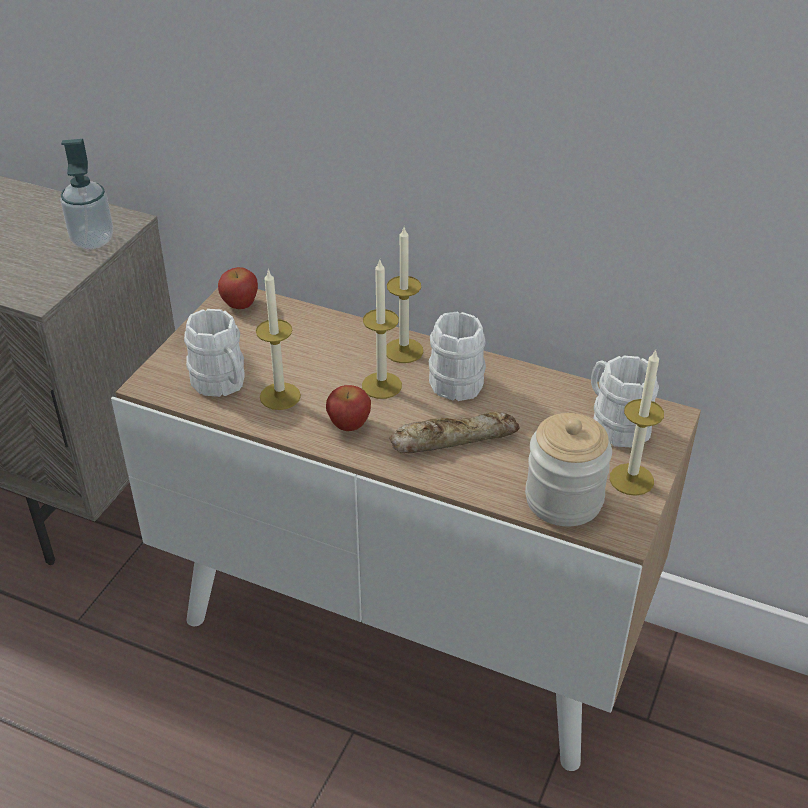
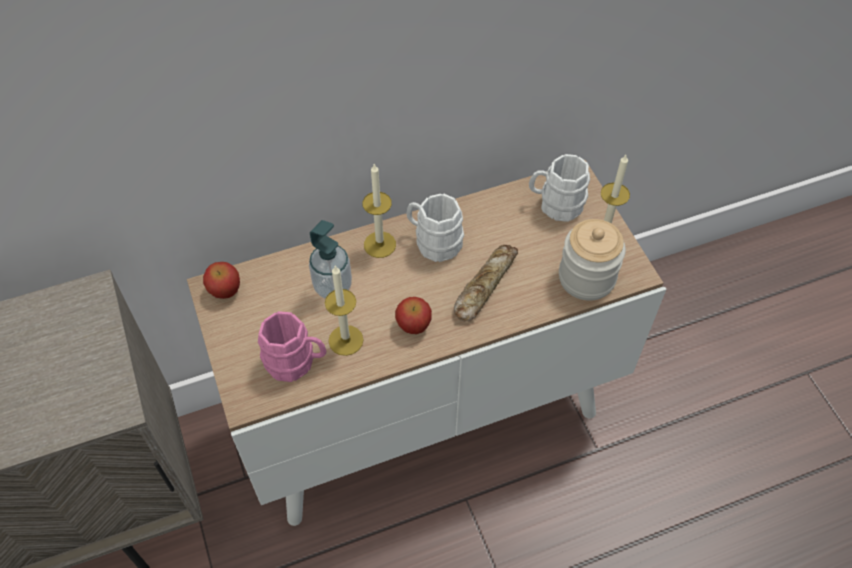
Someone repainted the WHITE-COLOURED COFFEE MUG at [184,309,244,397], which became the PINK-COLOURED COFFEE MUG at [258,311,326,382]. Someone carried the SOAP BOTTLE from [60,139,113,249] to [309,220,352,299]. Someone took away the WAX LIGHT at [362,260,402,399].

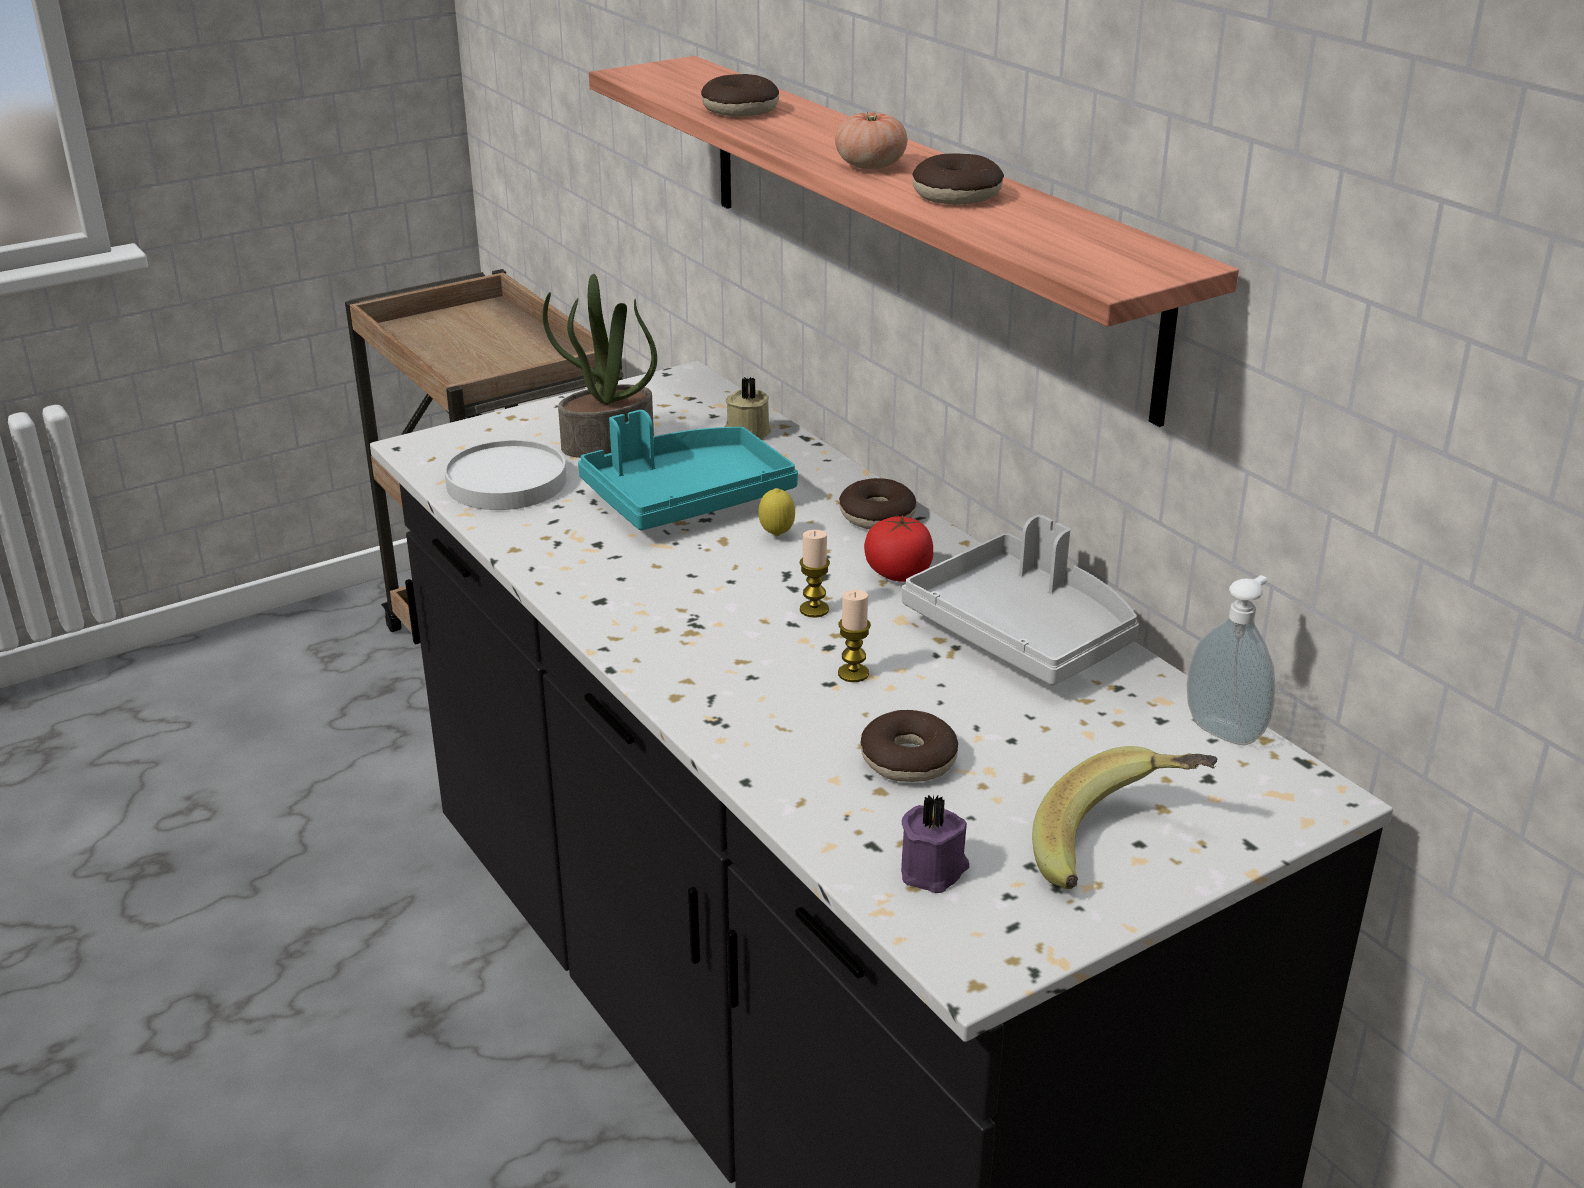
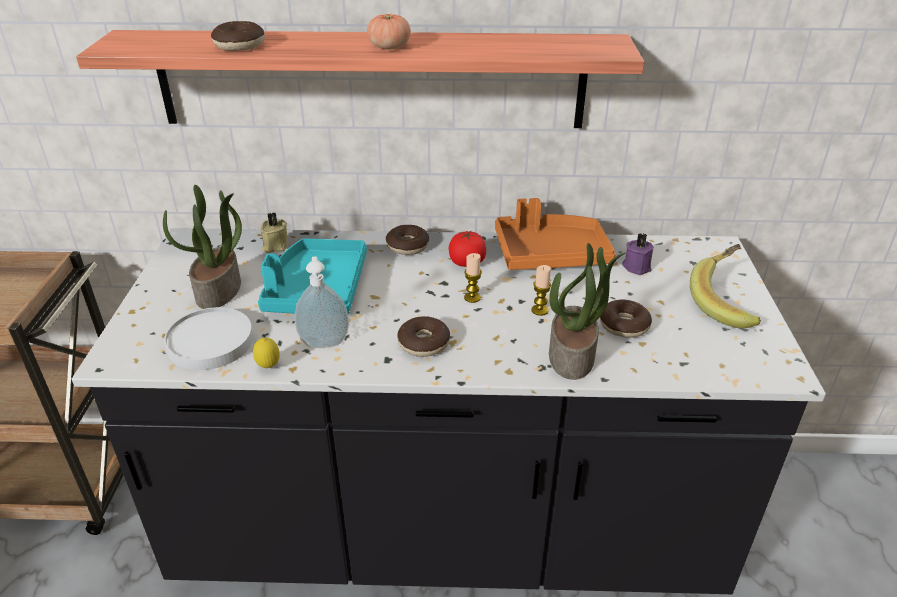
Someone carried the CITRUS FRUIT from [759,488,795,536] to [253,338,280,368]. Someone carried the SOAP BOTTLE from [1187,575,1275,745] to [295,256,349,348]. Someone carried the RING DOUGHNUT from [912,153,1004,204] to [397,316,450,357]. Someone repainted the GREYISH CARRYING TRAY at [902,515,1139,685], which became the ORANGE-COLOURED CARRYING TRAY at [495,198,616,270]. Someone put down the POTTED PLANT at [549,243,626,380]. Someone carried the PURPLE-COLOURED WAX LIGHT from [901,795,969,893] to [622,233,653,275].

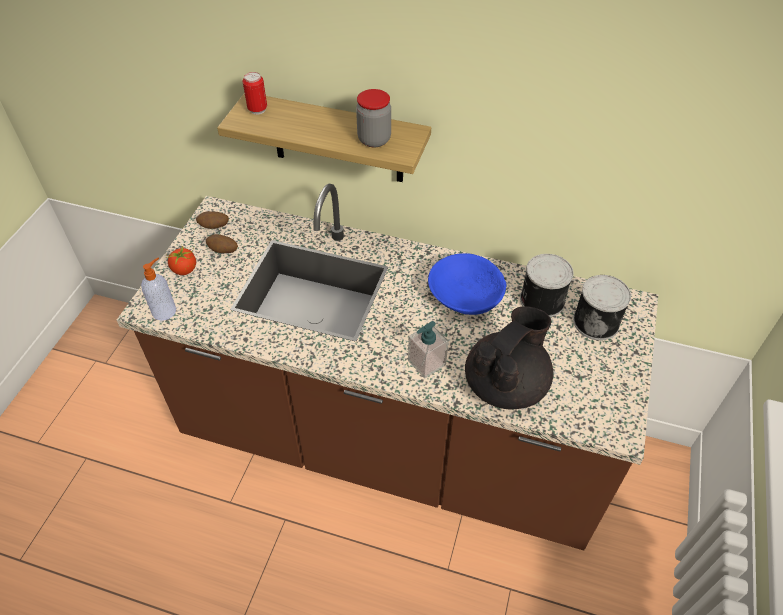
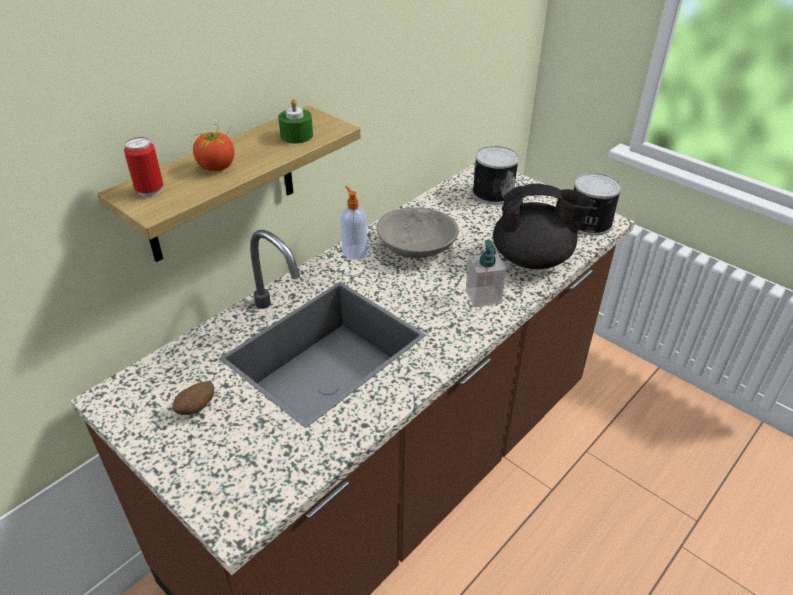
Someone carried the TOMATO from [165,247,196,275] to [193,124,235,171]. Someone swapped the STORAGE JAR at [356,89,391,147] for the GREENISH WAX LIGHT at [278,99,313,143]. Someone carried the SOAP BOTTLE from [141,258,176,320] to [341,186,367,260]. Someone repainted the BLUE-COLOURED SERVING BOWL at [428,253,507,315], which became the GREYISH SERVING BOWL at [376,207,459,258]. Someone rotated the BLACKISH TEAPOT at [465,306,553,409] by 120 degrees clockwise. Someone carried the METAL CAN from [520,254,574,317] to [574,173,622,236]. Someone took away the SPUD at [196,211,229,229].

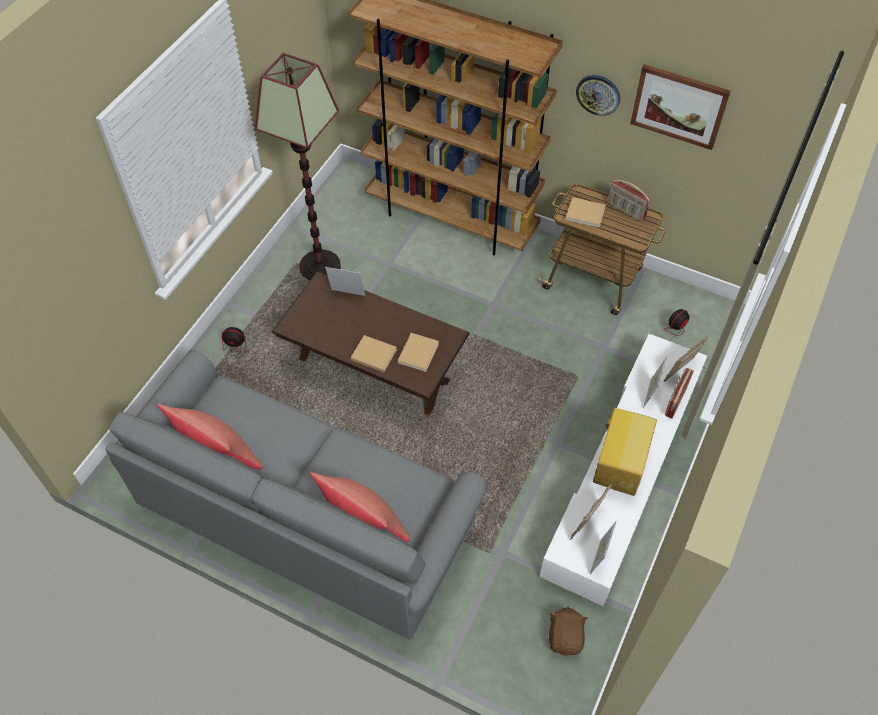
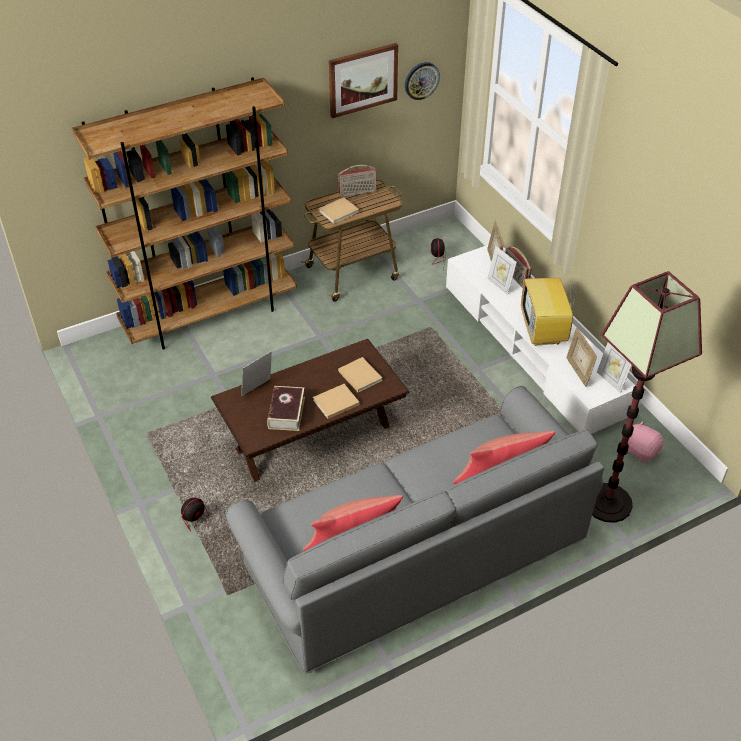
Someone put down the BOOK at [267,386,305,431]. Someone carried the WALL CLOCK from [576,75,620,116] to [405,62,440,100]. Someone rotated the TV at [593,399,657,496] by 150 degrees counterclockwise. Someone carried the STANDARD LAMP from [255,53,341,280] to [592,271,702,523]. Someone repainted the BROWN SOFT TOY at [549,607,588,656], which became the PINK-COLOURED SOFT TOY at [622,421,664,462].

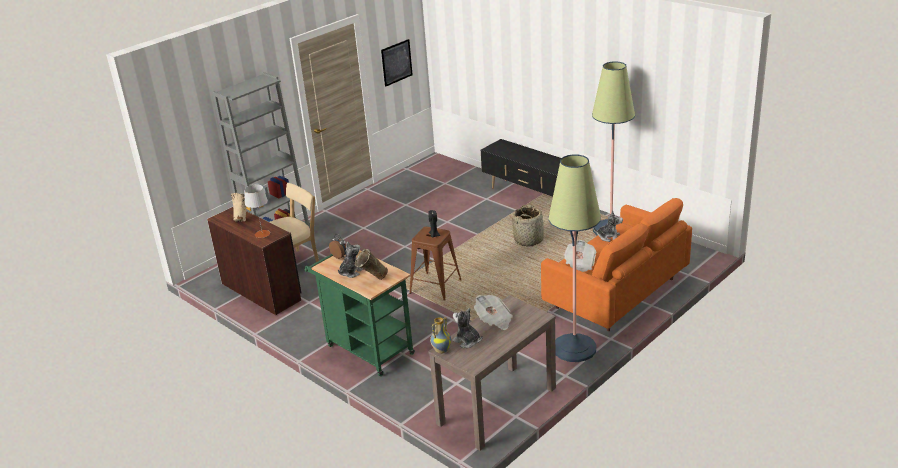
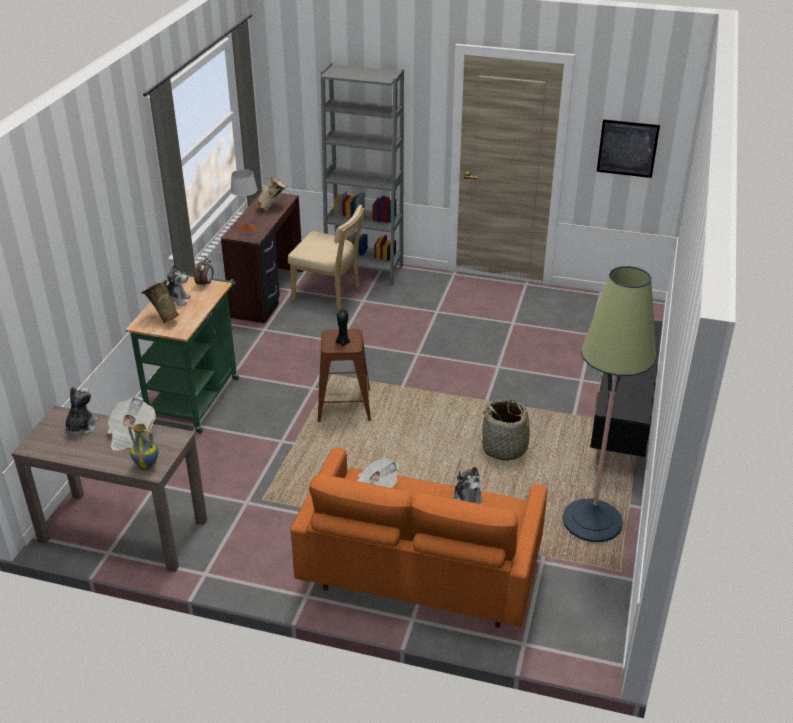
Someone carried the DECORATIVE VASE from [430,317,451,354] to [128,423,159,470]. Someone took away the STANDARD LAMP at [548,154,601,362].

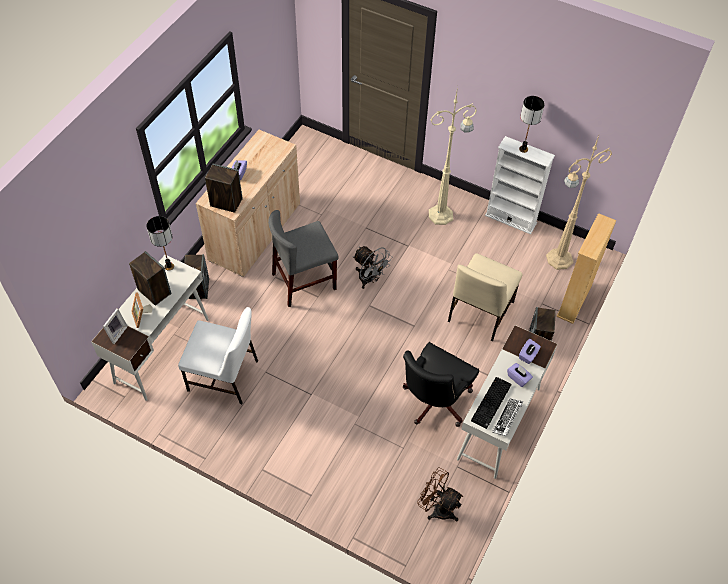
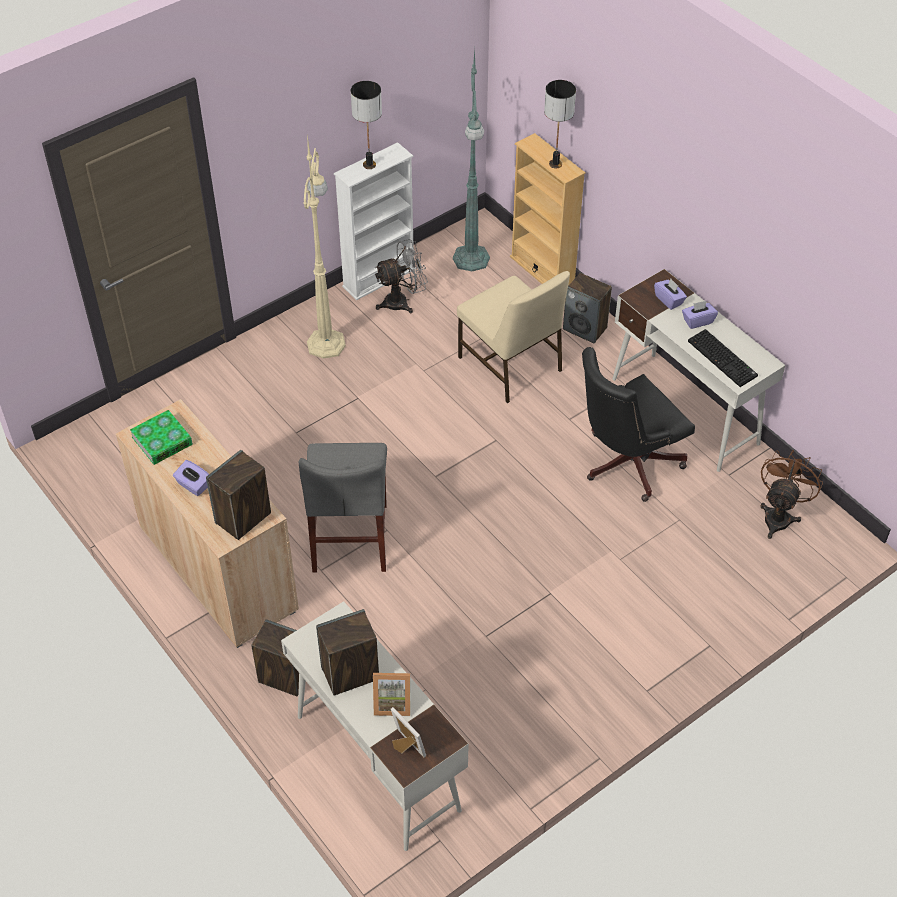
Someone put down the BOOK at [130,410,193,465]. Someone carried the GREYISH COOLING FAN from [353,246,392,289] to [375,239,428,313]. Someone repainted the BEIGE STANDARD LAMP at [546,136,612,270], which became the GREENISH STANDARD LAMP at [453,48,490,271]. Someone carried the LAMP FOR A TABLE from [146,216,174,271] to [544,80,576,168]. Someone rotated the BLACKISH OFFICE CHAIR at [403,342,479,427] by 90 degrees clockwise. Someone rotated the BROWN COOLING FAN at [417,467,463,521] by 150 degrees clockwise. Someone took away the WHITE-COLOURED PLAIN CHAIR at [178,307,258,404]. Someone took away the COMPUTER KEYBOARD at [492,398,523,436].

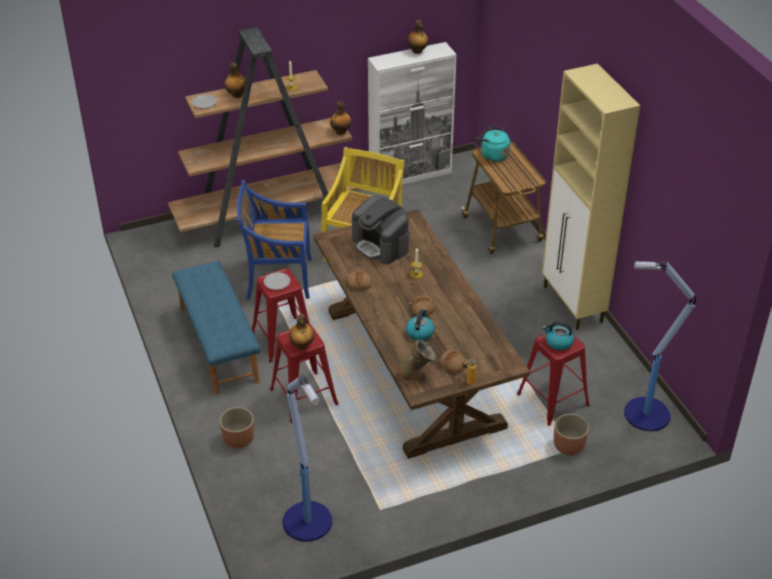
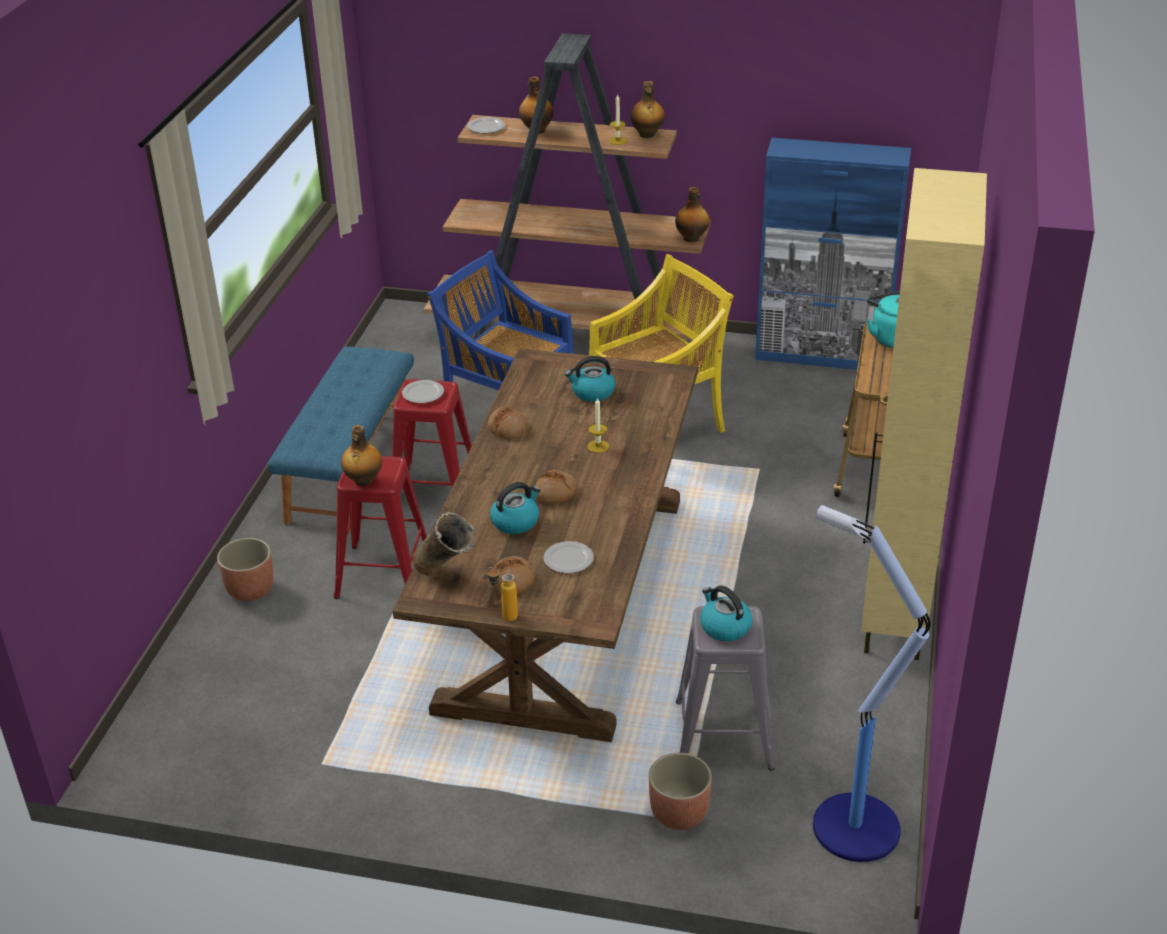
Someone put down the FLAT DISH at [544,541,594,573]. Someone swapped the COFFEE MACHINE at [352,196,409,264] for the WATER KETTLE at [565,356,615,402]. Someone carried the BOTTLE from [407,20,429,54] to [630,81,665,138]. Someone repainted the RED-COLOURED STOOL at [517,333,590,426], which became the GREYISH STOOL at [676,606,775,771]. Someone repainted the WHITE-COLOURED STORAGE CABINET at [368,42,457,185], which became the BLUE-COLOURED STORAGE CABINET at [755,138,911,371]. Someone took away the STANDARD LAMP at [283,375,332,542].

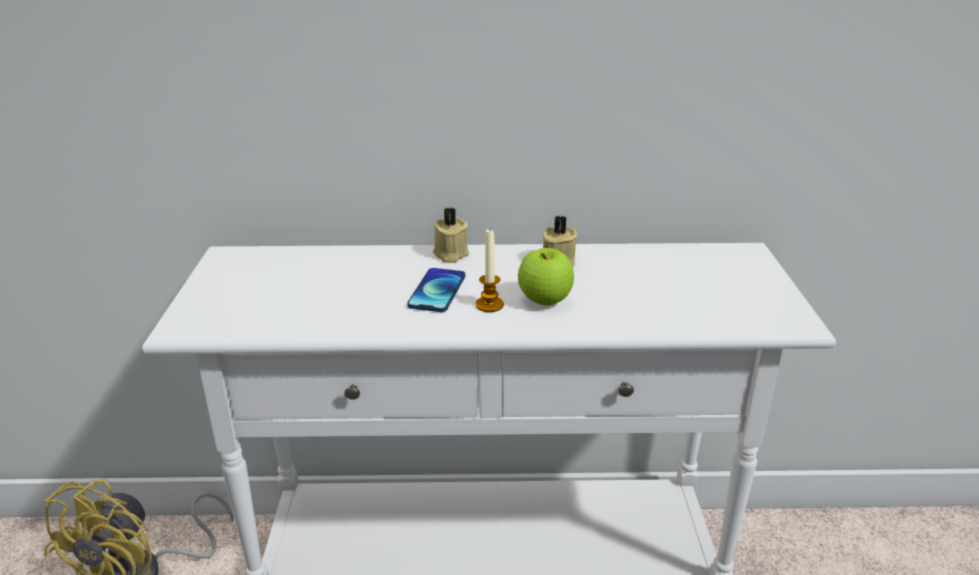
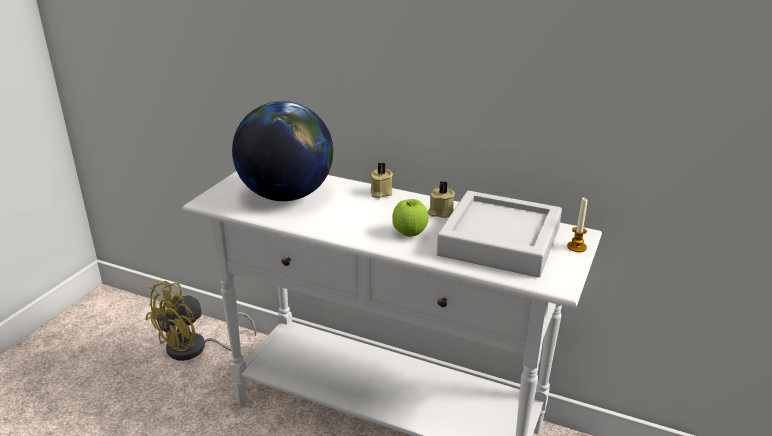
Someone put down the DESK GLOBE at [232,101,333,201]. Someone put down the GREYISH CARRYING TRAY at [437,191,562,277]. Someone carried the WAX LIGHT from [475,229,504,312] to [567,198,587,252]. Someone took away the TELEPHONE at [407,268,465,312].

